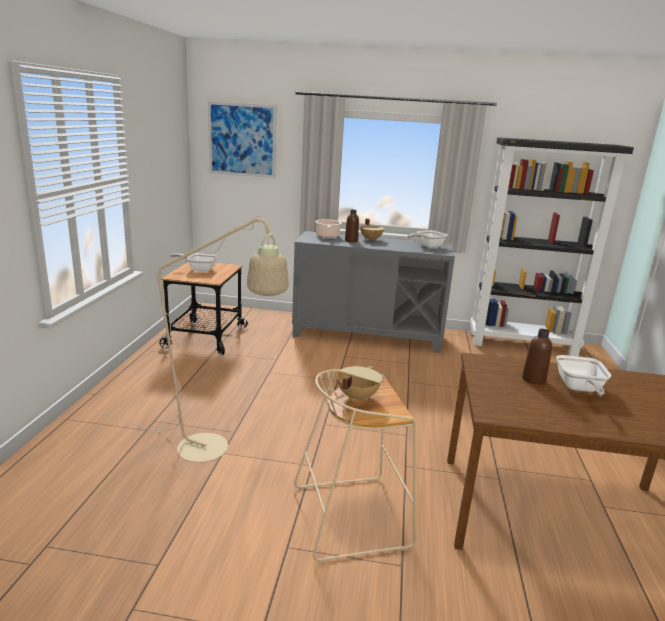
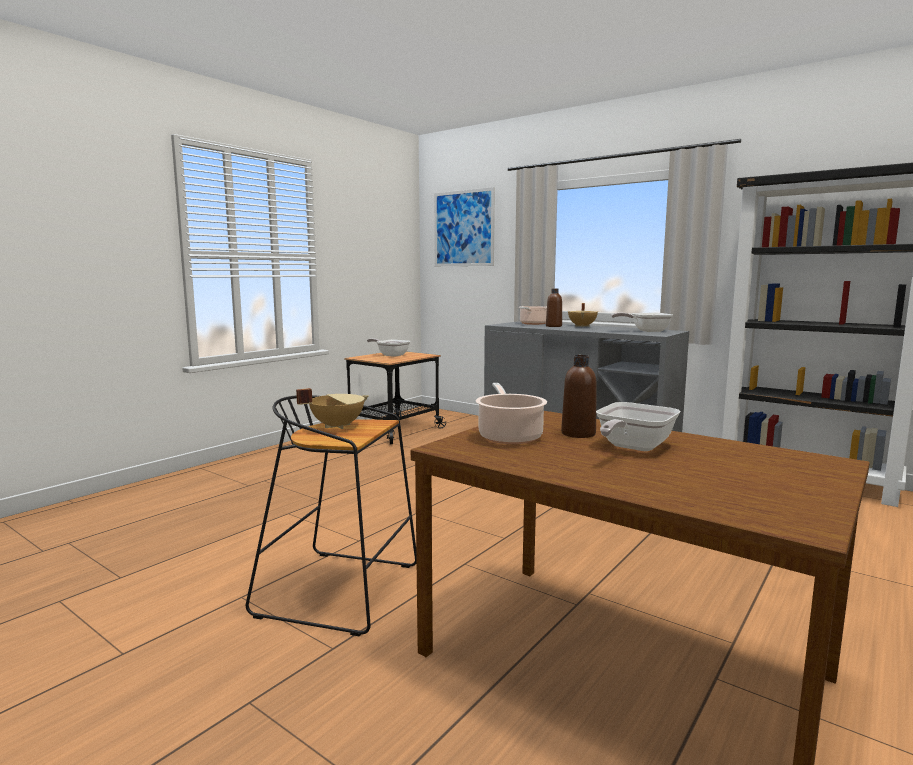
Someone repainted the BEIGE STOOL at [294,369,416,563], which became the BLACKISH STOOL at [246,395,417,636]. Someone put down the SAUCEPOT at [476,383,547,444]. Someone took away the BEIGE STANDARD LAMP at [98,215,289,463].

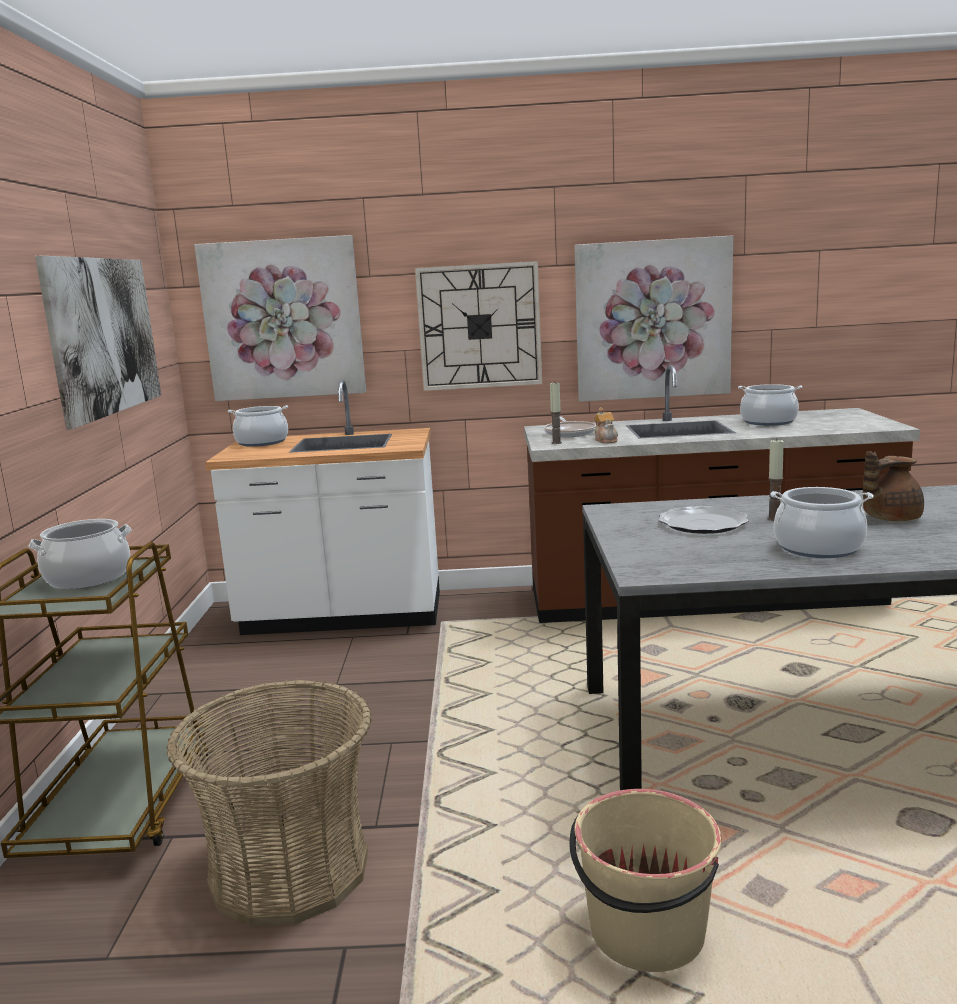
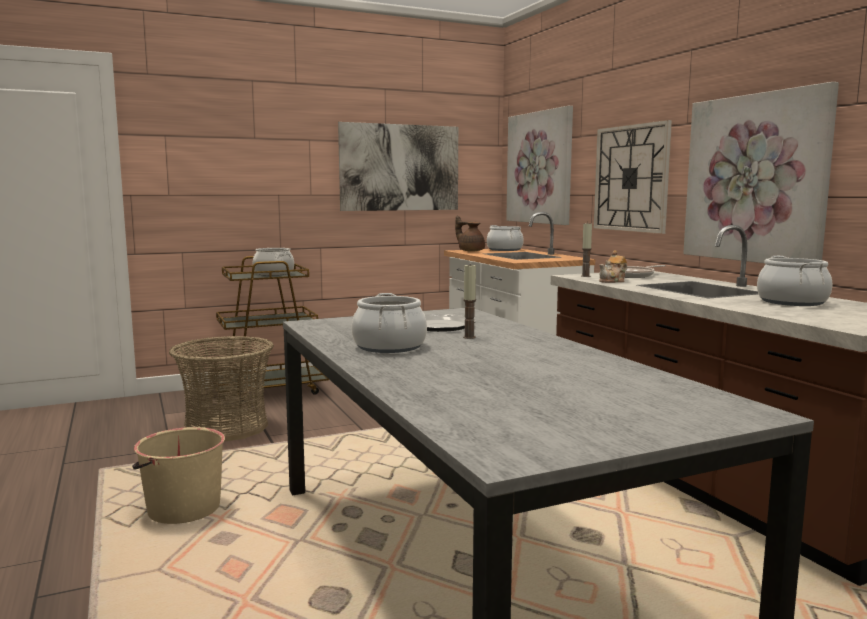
Someone carried the BROWN TEAPOT from [863,451,924,522] to [455,215,485,252].

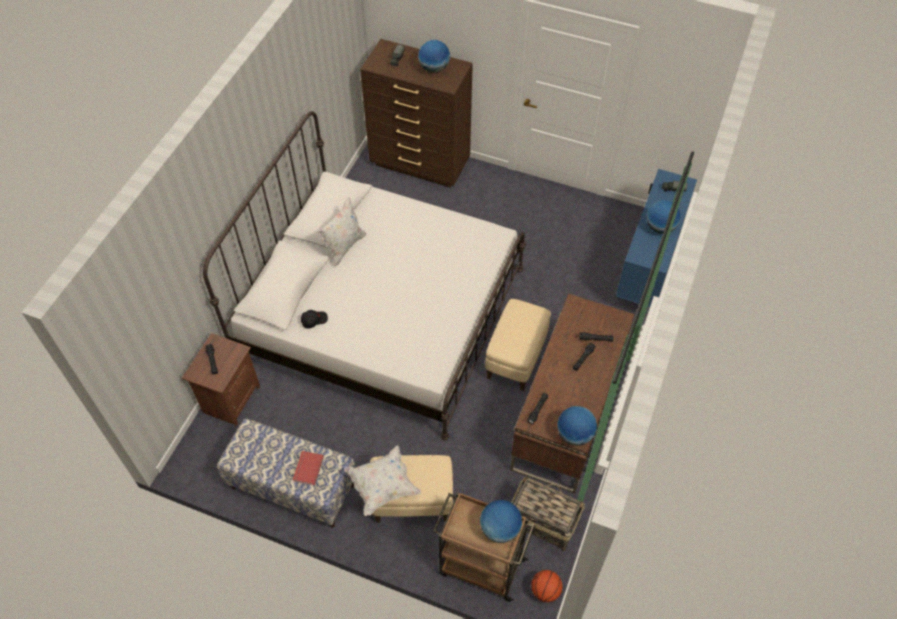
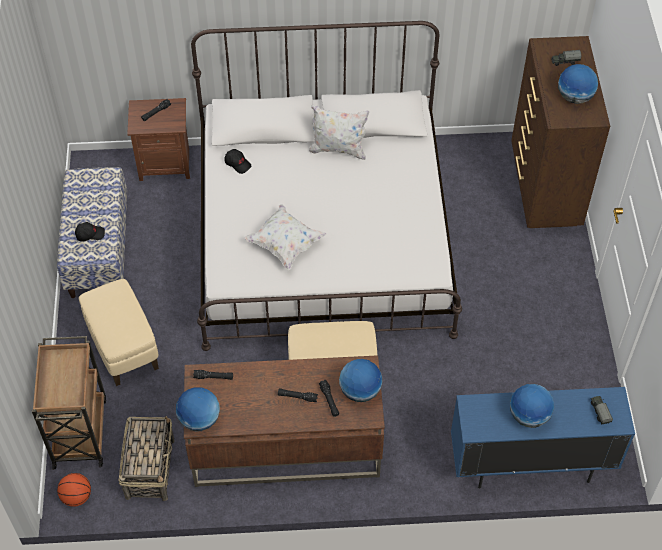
Someone swapped the RED-COLOURED BOOK at [293,451,324,485] for the BLACKISH PEAKED CAP at [75,222,105,242]. Someone carried the WHITE-COLOURED CUSHION from [344,445,421,516] to [245,204,326,270]. Someone carried the DESK GLOBE from [480,500,522,543] to [339,359,382,402].

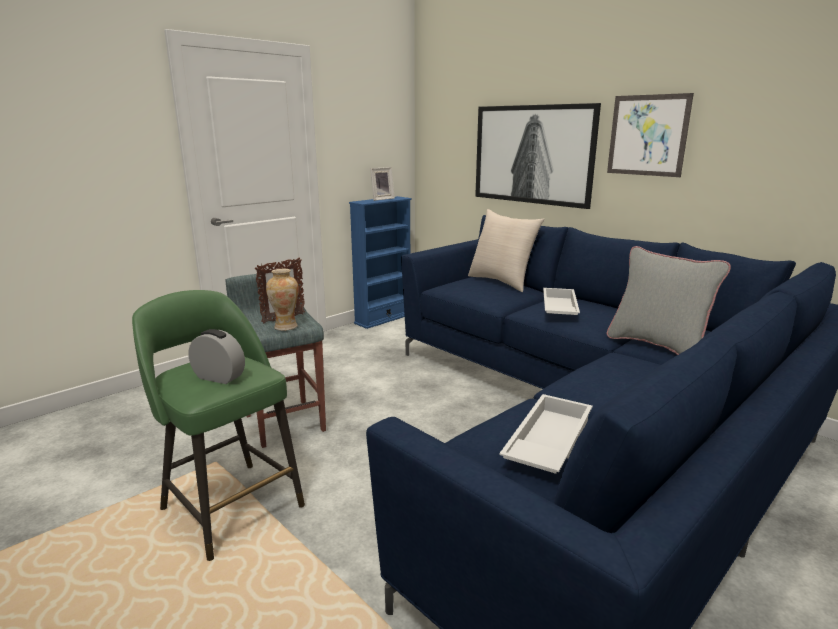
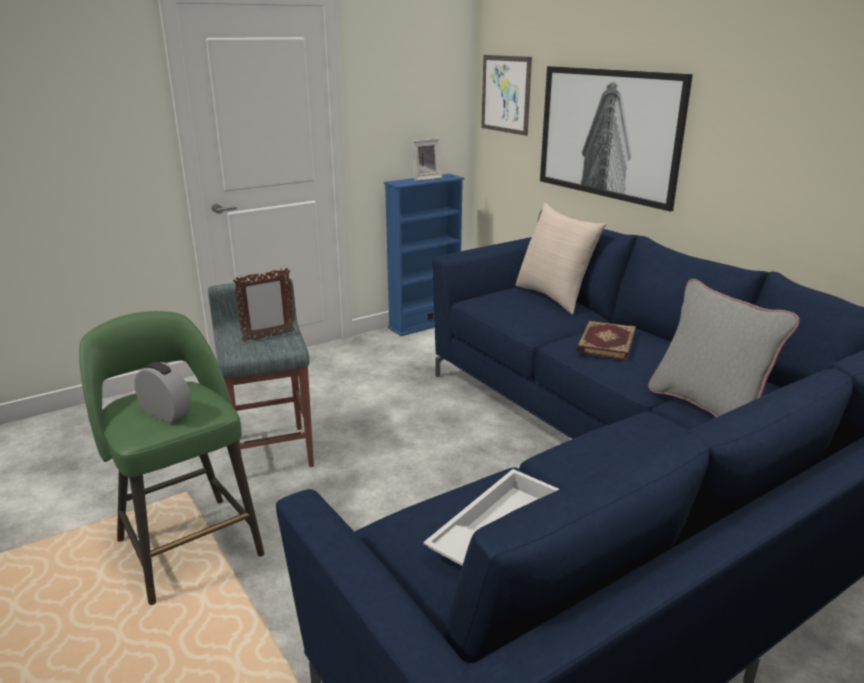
Someone carried the WALL PICTURE from [607,93,694,177] to [481,55,532,136]. Someone swapped the WHITE-COLOURED CARRYING TRAY at [543,288,580,315] for the BOOK at [576,320,636,361]. Someone took away the DECORATIVE VASE at [266,269,299,331].

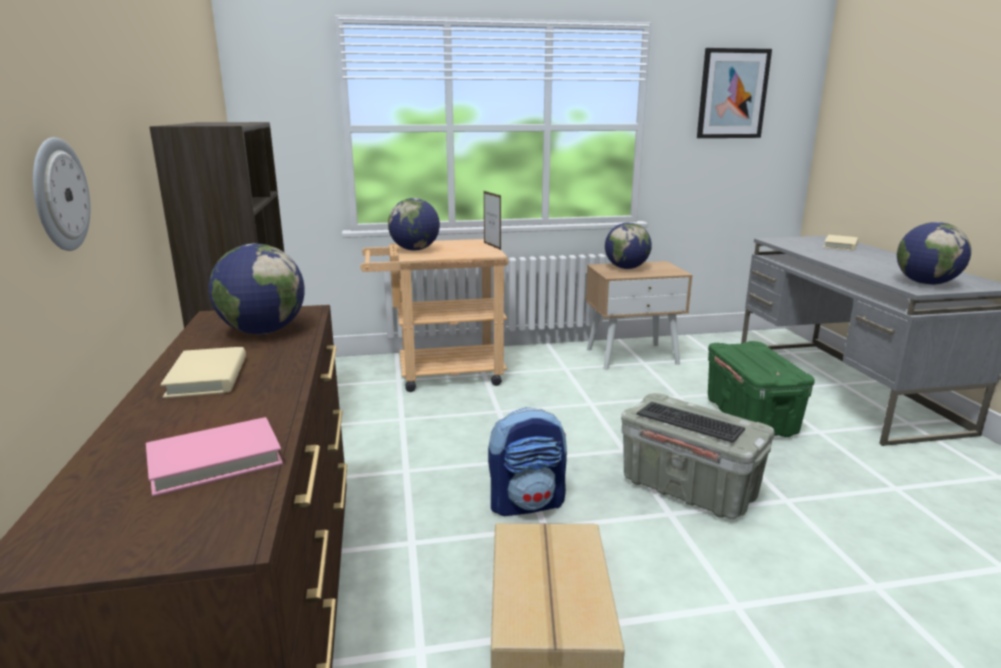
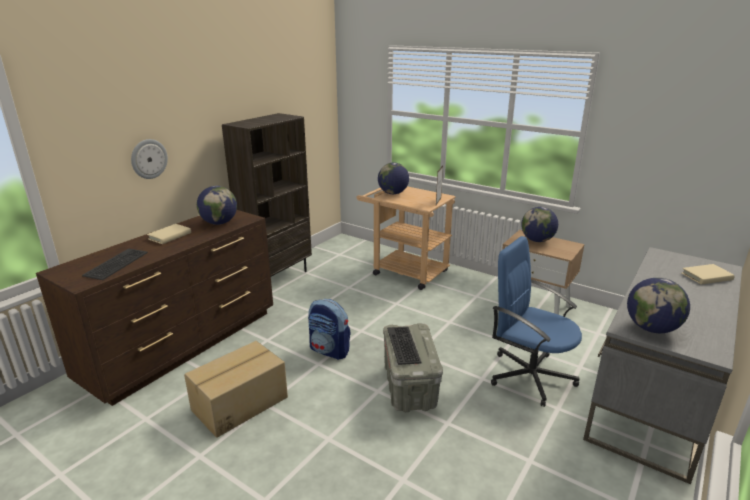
Someone swapped the PINK-COLOURED BOOK at [146,417,283,497] for the COMPUTER KEYBOARD at [82,248,148,280]. Someone swapped the GREENISH STORAGE BIN at [708,341,815,437] for the BLUE-COLOURED OFFICE CHAIR at [491,236,582,407]. Someone took away the WALL PICTURE at [697,48,772,138].

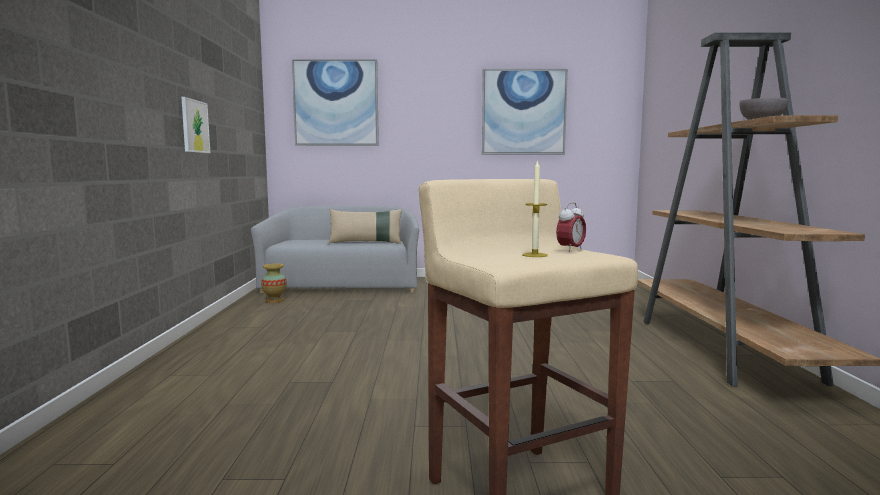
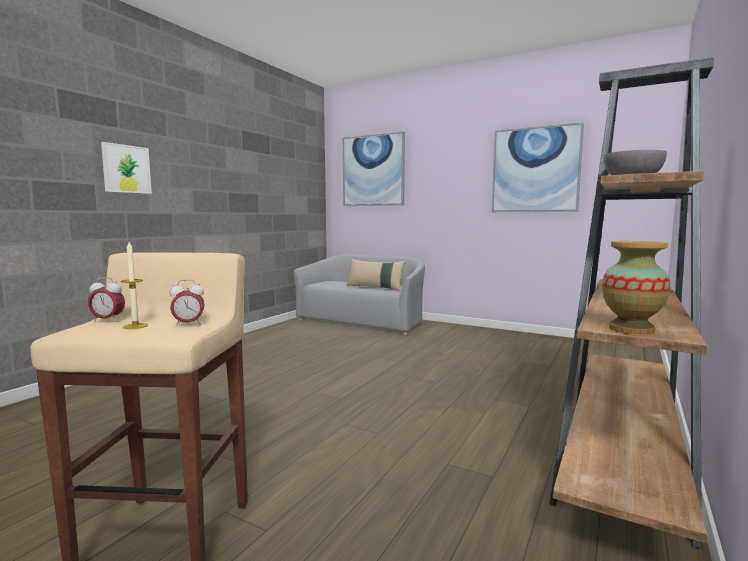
Someone put down the ALARM CLOCK at [88,277,125,322]. Someone carried the WALL PICTURE from [181,97,210,153] to [101,142,152,194]. Someone carried the DECORATIVE VASE from [261,264,286,303] to [602,241,670,335].

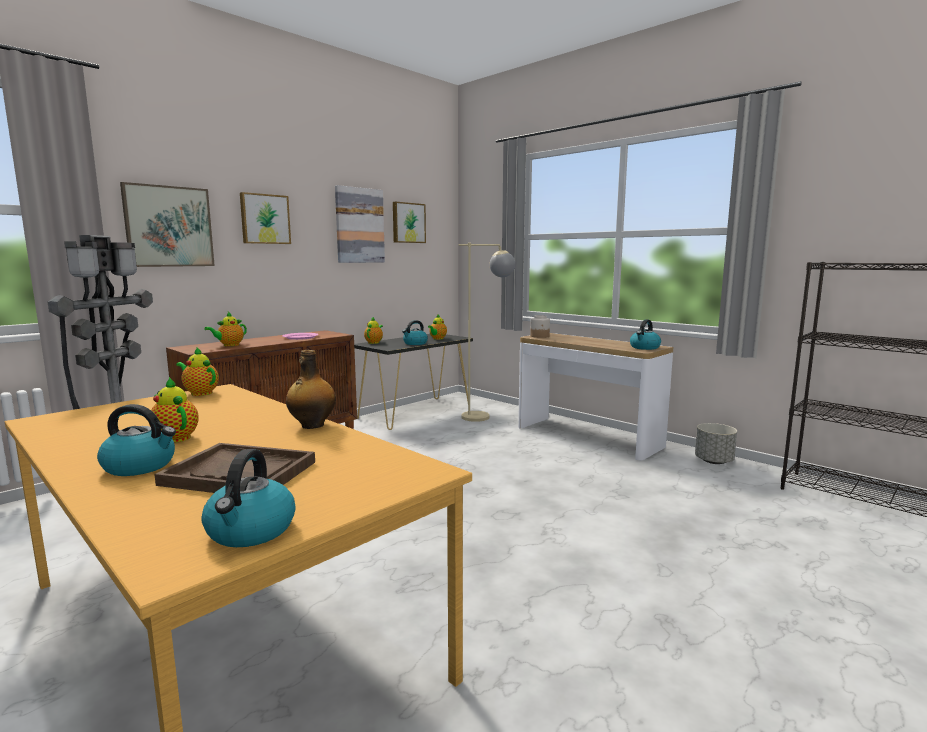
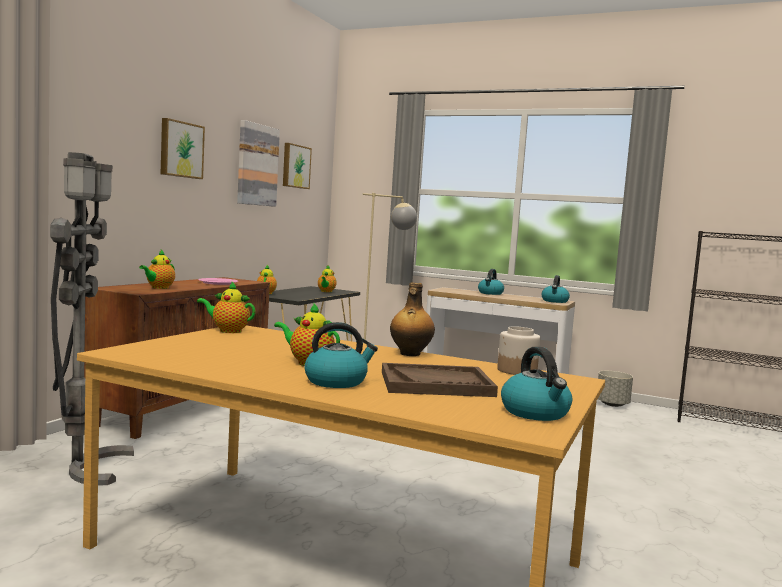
Someone carried the WATER KETTLE from [402,320,428,345] to [478,269,504,295]. Someone carried the STORAGE JAR from [530,315,550,338] to [497,326,540,375]. Someone took away the WALL PICTURE at [120,182,215,267].

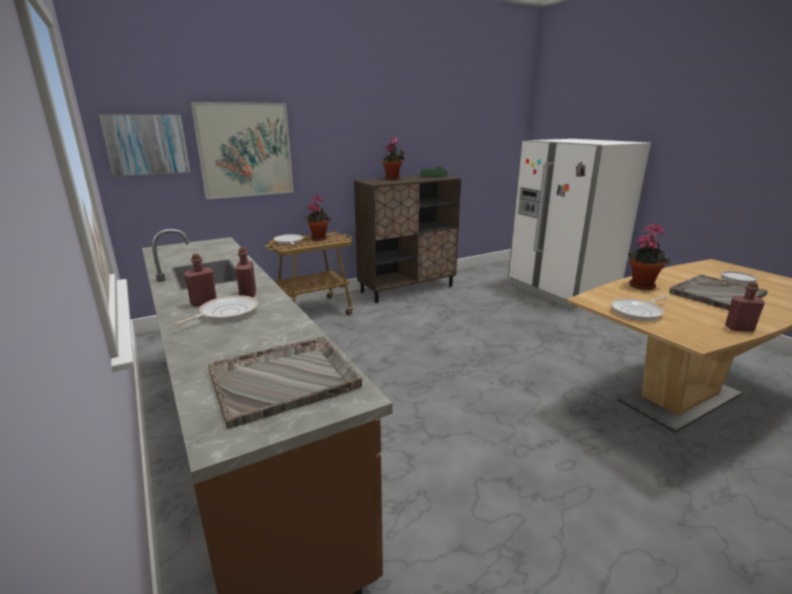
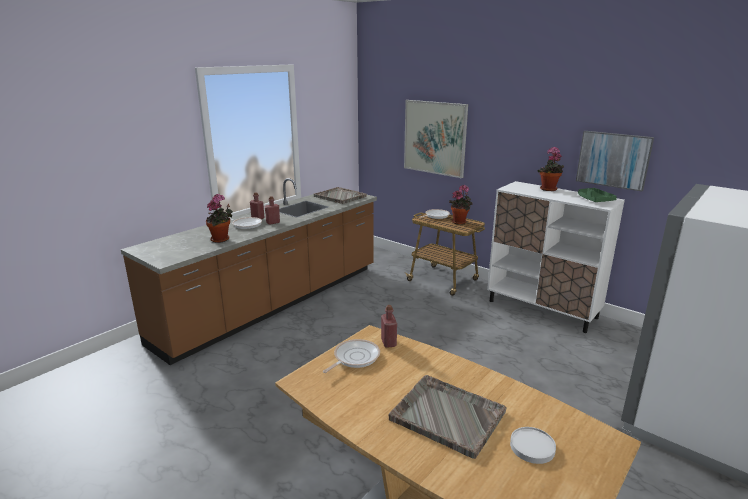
Someone carried the POTTED PLANT from [628,223,670,290] to [206,194,233,243]. Someone carried the GREYISH CARRYING TRAY from [208,336,362,429] to [313,187,367,204]. Someone rotated the SKILLET at [611,296,667,321] by 90 degrees clockwise. Someone carried the RED-COLOURED BOTTLE from [725,282,765,332] to [381,305,397,348]. Someone repainted the BROWN STORAGE CABINET at [354,175,461,303], which became the WHITE-COLOURED STORAGE CABINET at [487,181,625,333]. Someone carried the WALL PICTURE from [98,113,191,177] to [576,131,654,192].

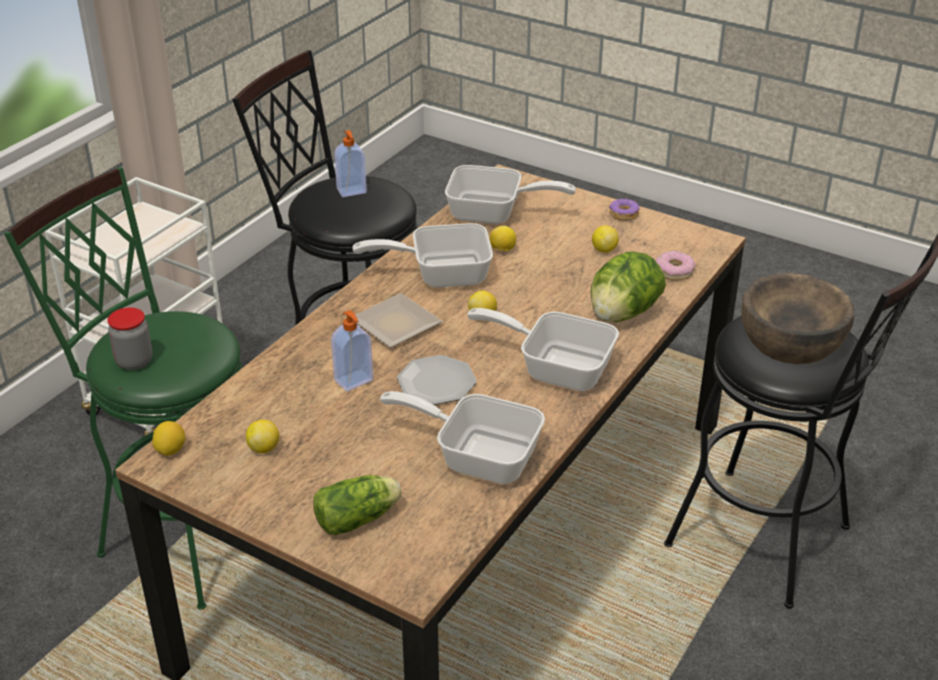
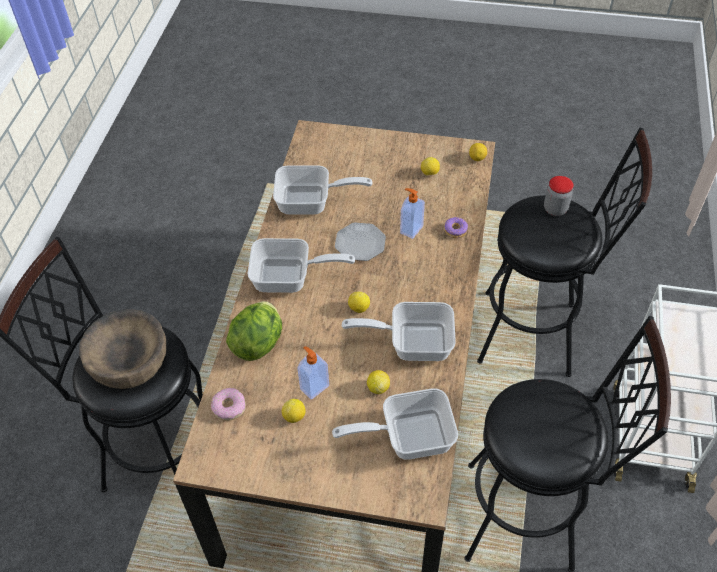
Someone carried the SOAP BOTTLE from [334,130,367,197] to [297,346,329,400]. Someone rotated the SKILLET at [352,223,493,288] by 150 degrees counterclockwise. Someone carried the RING DOUGHNUT from [609,198,640,221] to [444,217,468,238]. Someone repainted the GREENISH STOOL at [4,167,242,610], which became the BLACKISH STOOL at [477,128,652,377]. Someone took away the LETTUCE HEAD at [313,475,402,535]. Someone took away the FLAT DISH at [355,293,442,348].

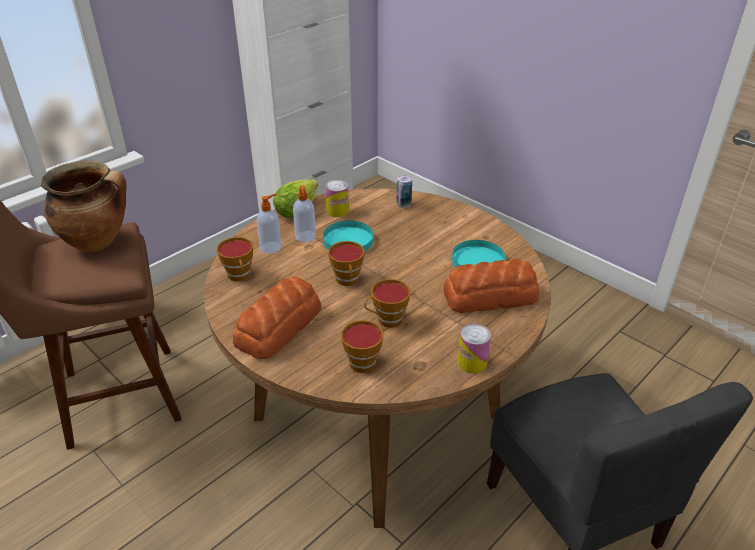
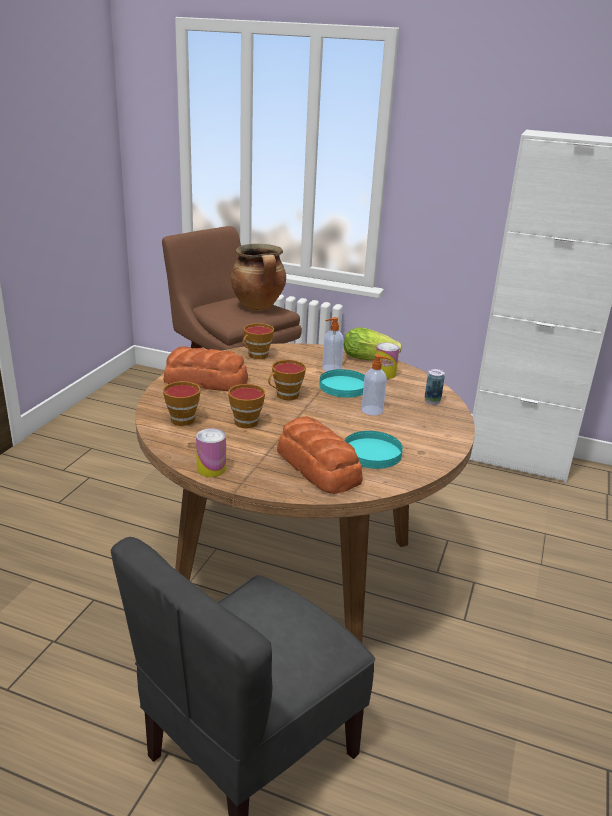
Someone carried the SOAP BOTTLE from [257,194,281,254] to [362,354,390,415].

